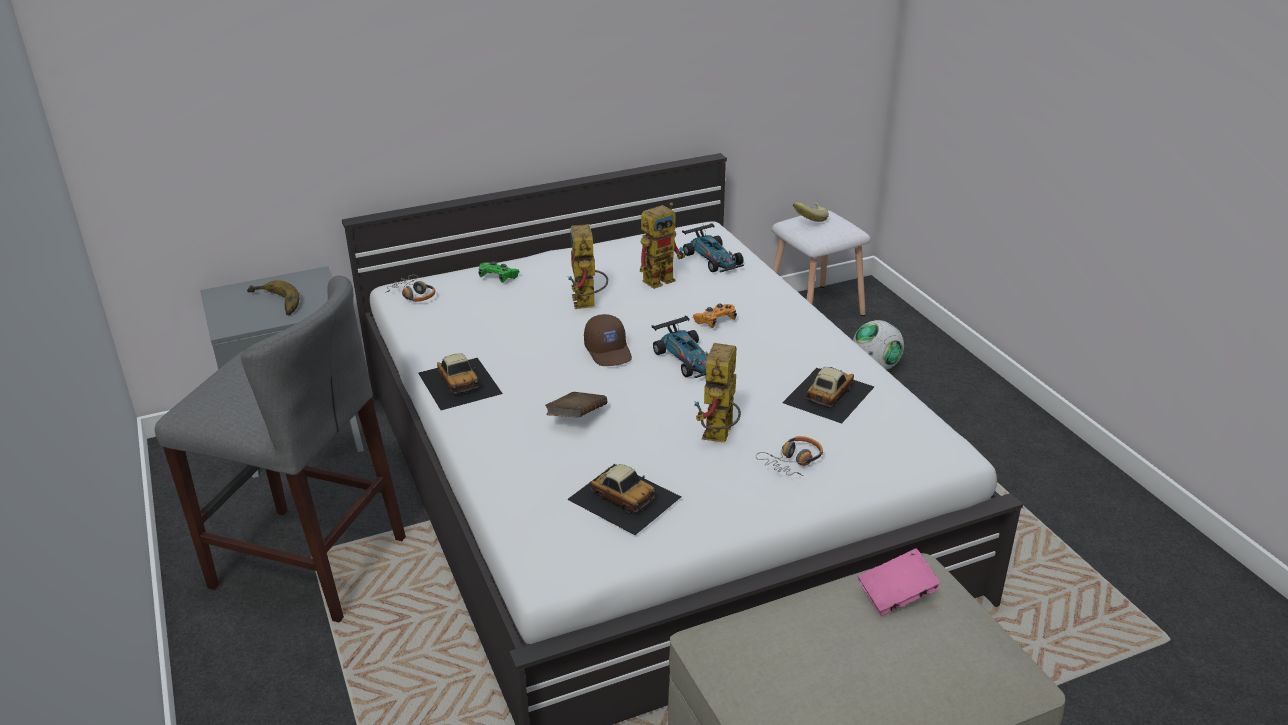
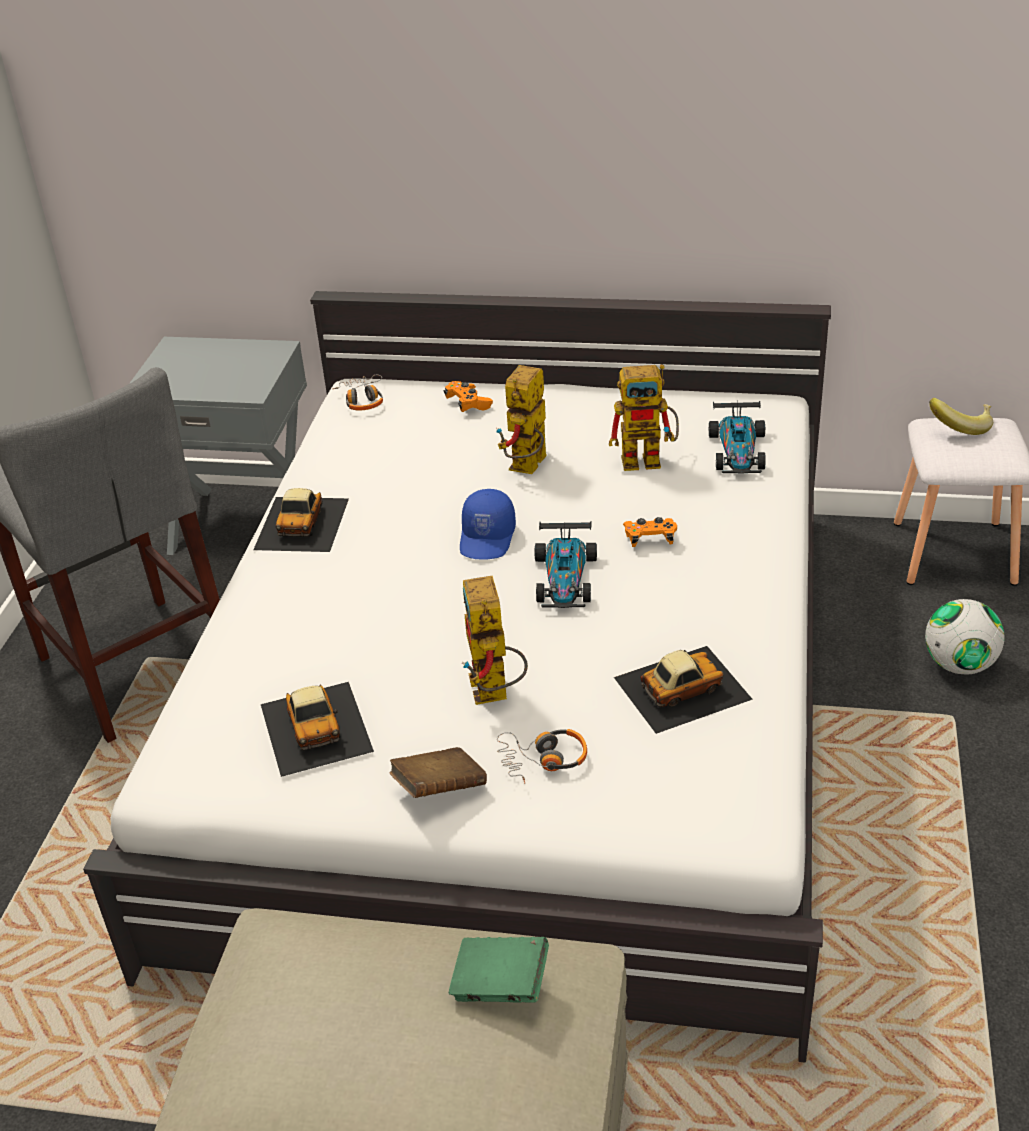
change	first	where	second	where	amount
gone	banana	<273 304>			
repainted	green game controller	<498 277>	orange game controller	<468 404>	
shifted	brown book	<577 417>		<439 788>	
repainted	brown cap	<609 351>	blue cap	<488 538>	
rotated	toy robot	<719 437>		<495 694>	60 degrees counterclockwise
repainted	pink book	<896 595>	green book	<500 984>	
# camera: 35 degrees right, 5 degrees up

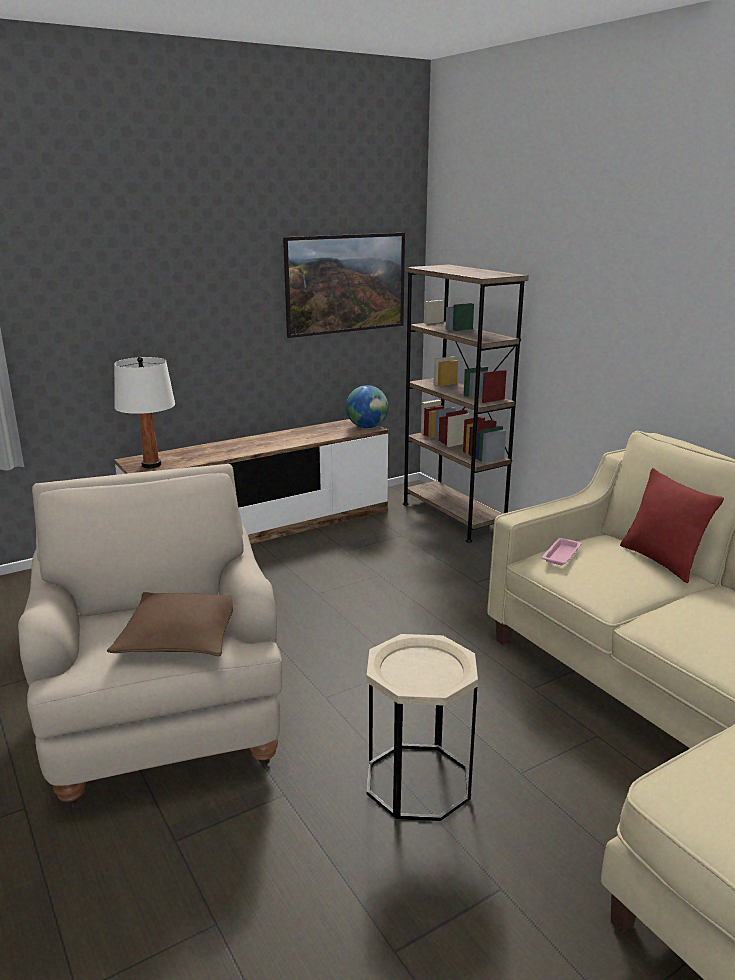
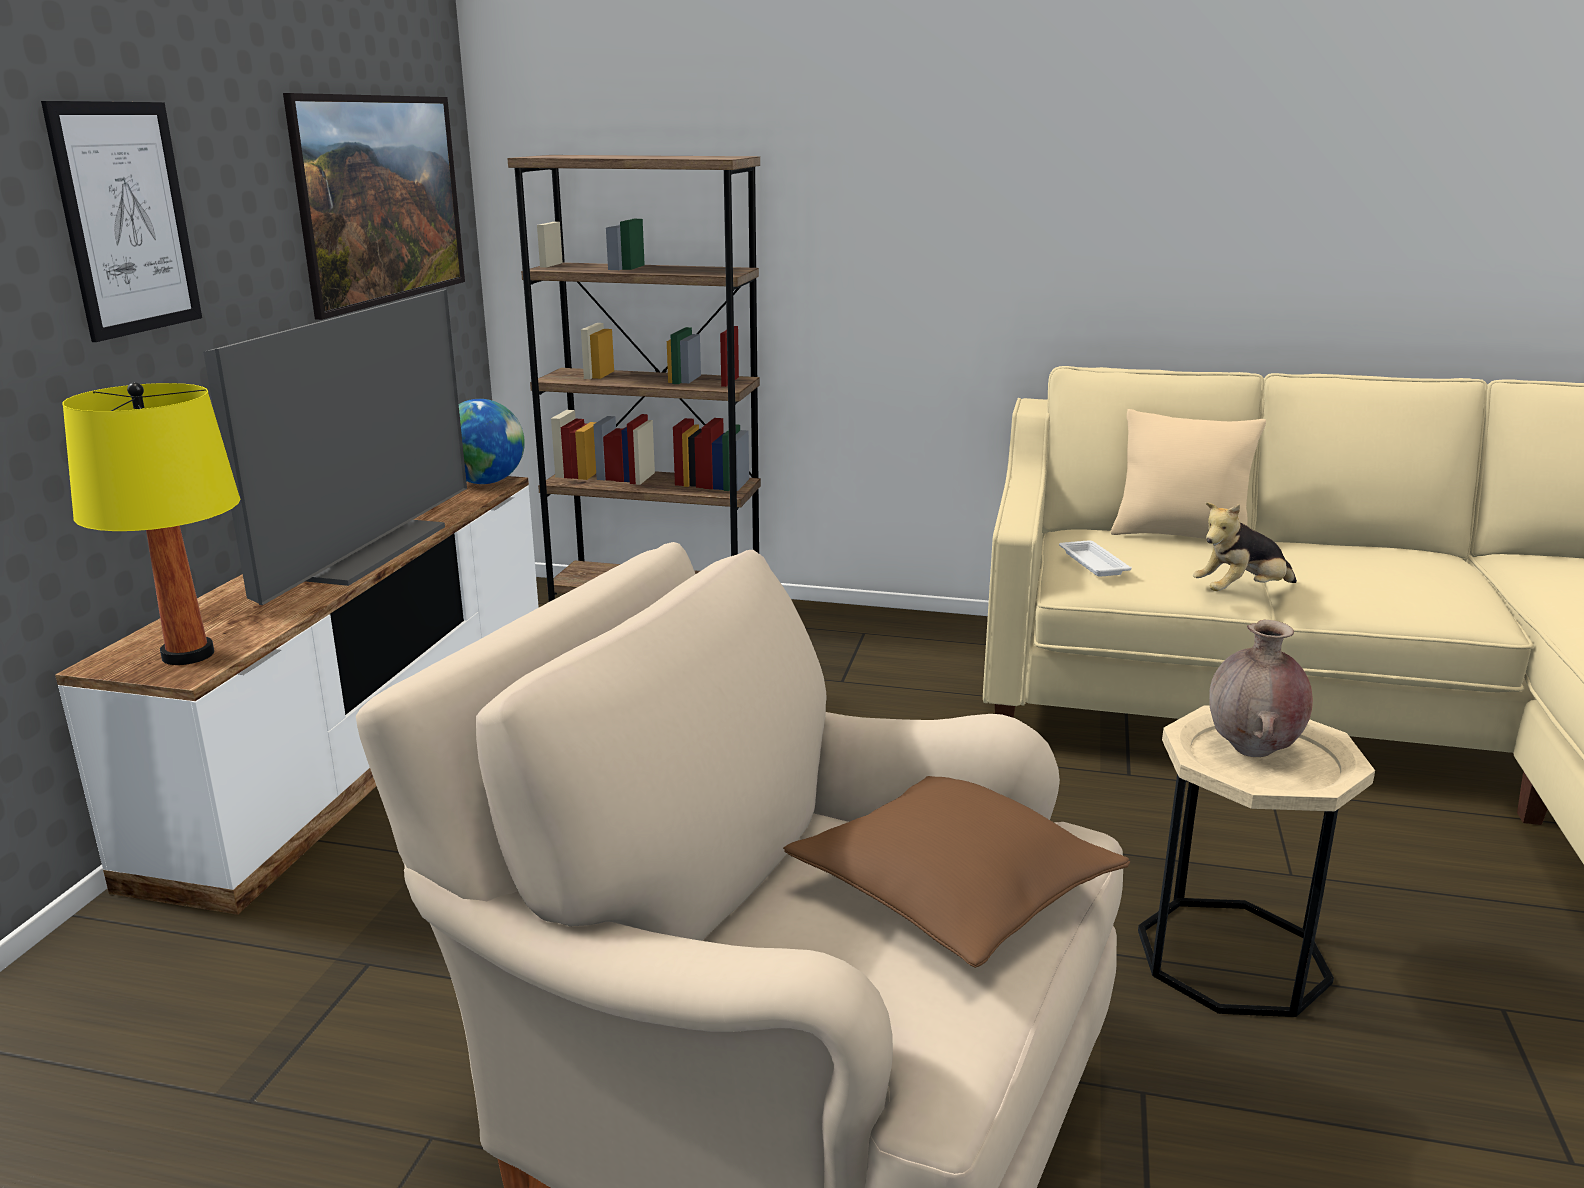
change	first	where	second	where	amount
repainted	white table lamp	<151 465>	yellow table lamp	<188 655>	
repainted	pink tray	<561 554>	white tray	<1092 563>	
repainted	red pillow	<661 561>	beige pillow	<1179 536>	
new			picture	<126 219>	
new			television	<362 550>	
new			plush toy	<1241 592>	
new			brown vase	<1252 751>	
# camera: 45 degrees left, 0 degrees up

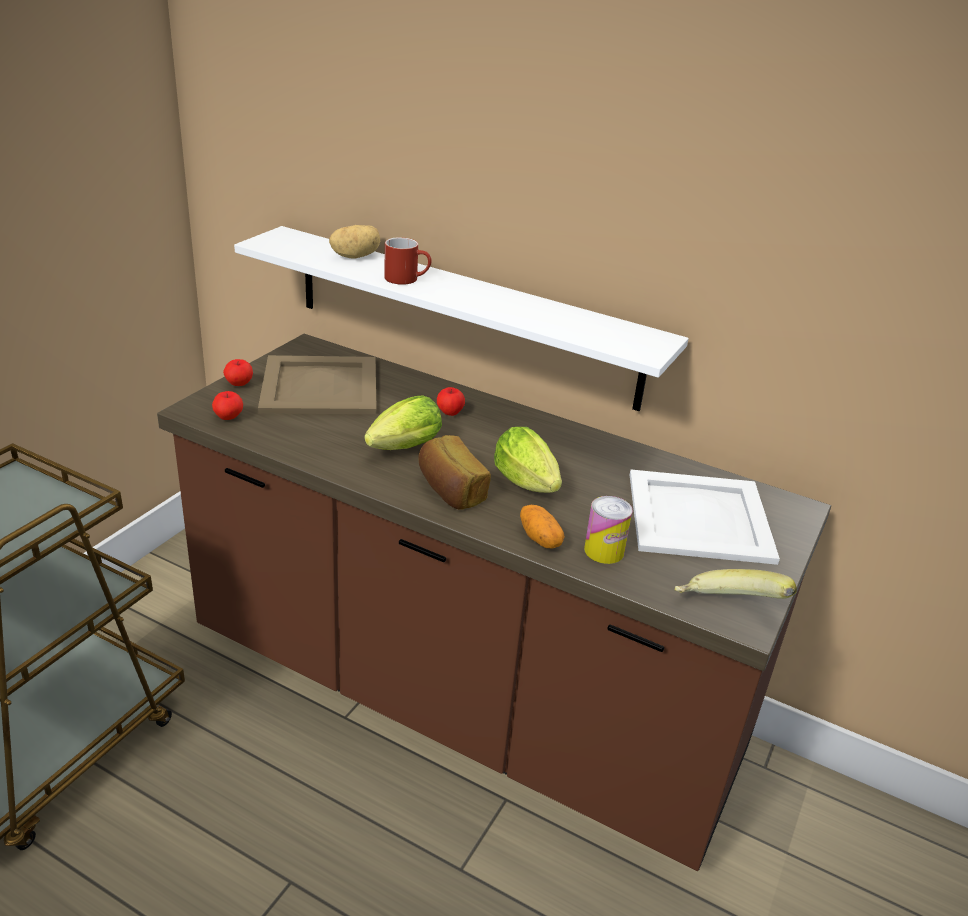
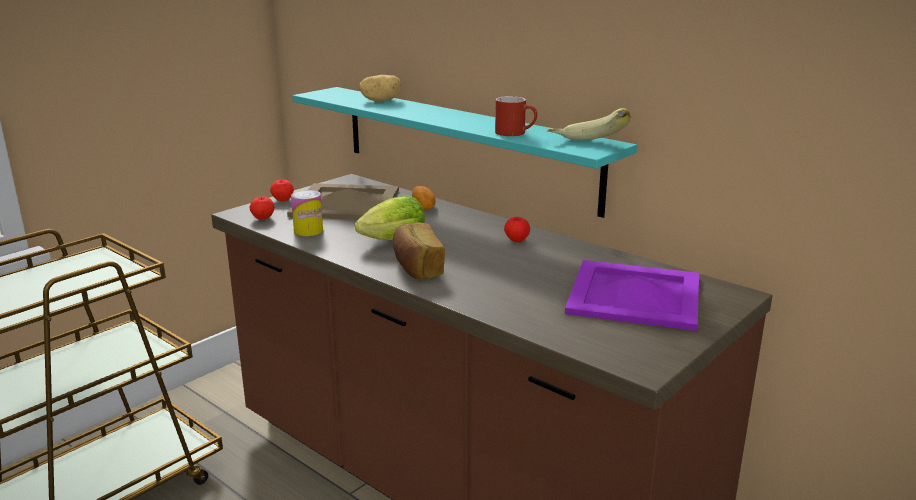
change	first	where	second	where	amount
repainted	white shelf	<463 316>	turquoise shelf	<464 146>	
shifted	red mug	<407 279>		<516 133>	
shifted	apple	<449 412>		<516 240>	
gone	lettuce	<529 486>			
shifted	potato	<540 538>		<423 207>	
shifted	can	<604 551>		<308 230>	
repainted	white tray	<697 516>	purple tray	<633 294>	
shifted	banana	<727 610>		<586 145>	
# camera: 15 degrees right, 10 degrees down

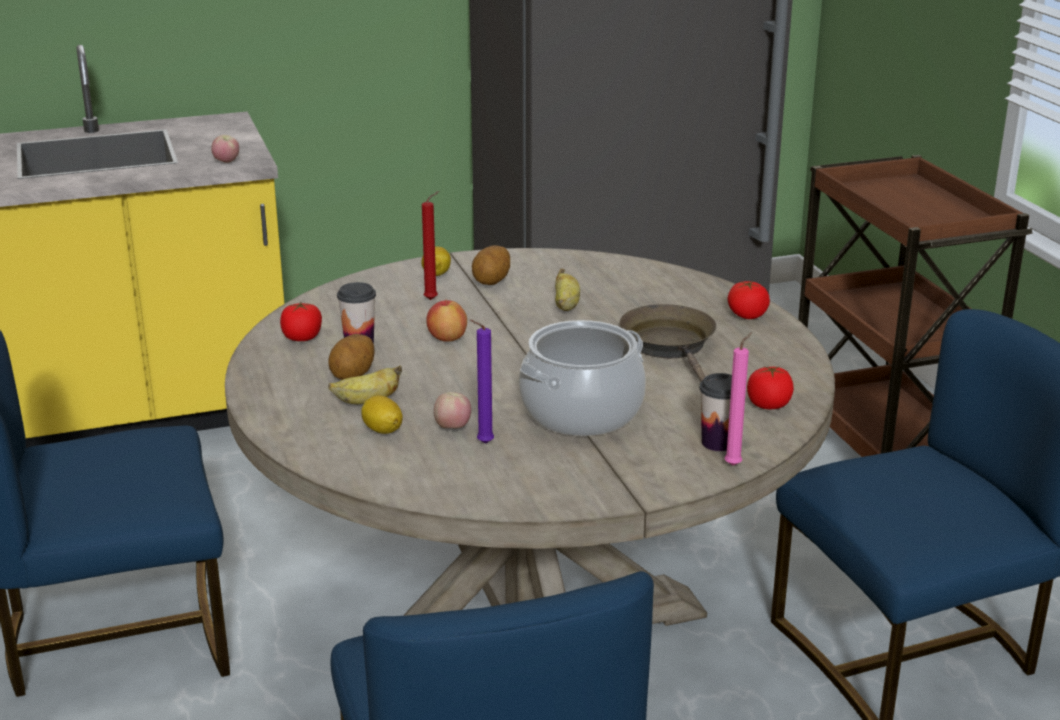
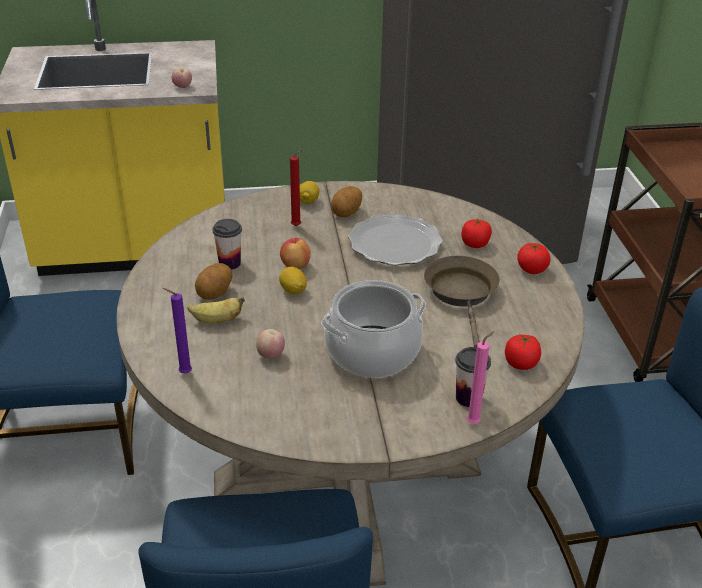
change	first	where	second	where	amount
shifted	tomato	<302 337>		<475 244>	
shifted	lemon	<382 430>		<293 290>	
shifted	purple candle	<482 443>		<183 373>	
swapped	banana	<566 306>	plate	<394 243>	
# camera: 10 degrees right, 10 degrees up

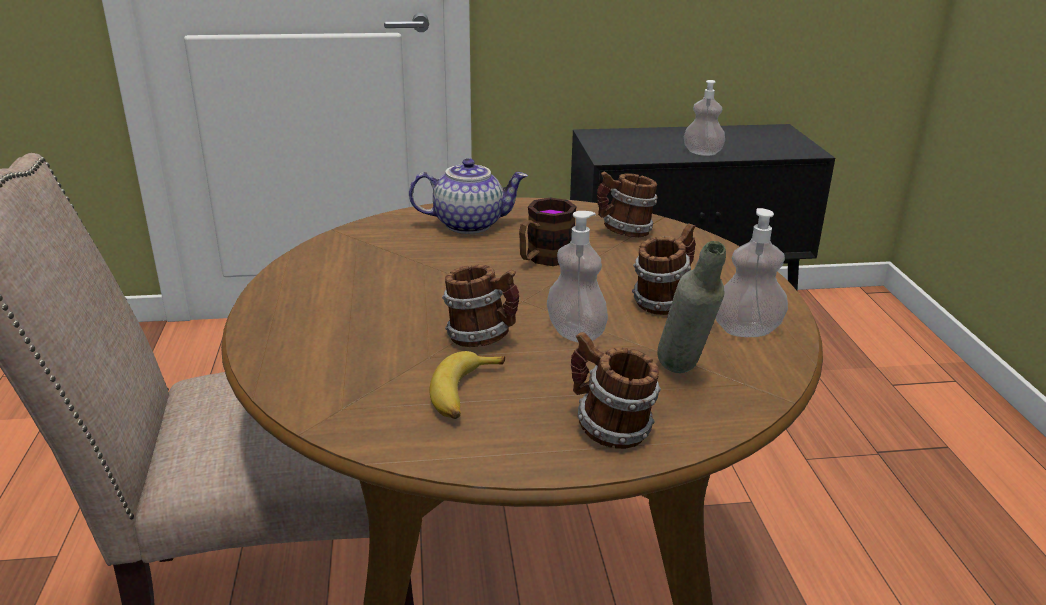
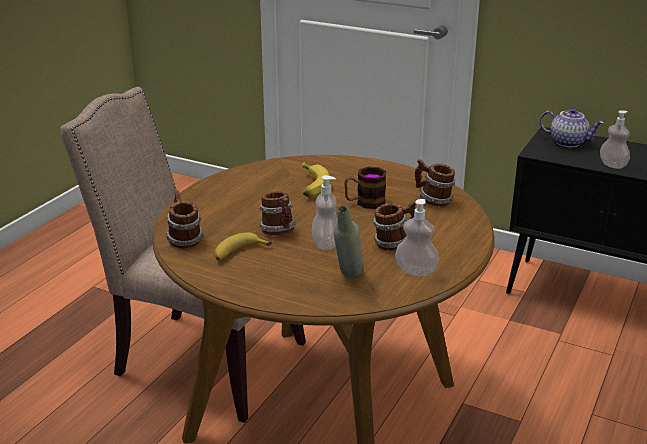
change	first	where	second	where	amount
shifted	teapot	<469 224>		<568 142>	
shifted	mug	<609 429>		<184 240>	
new			banana	<310 186>	
# camera: 35 degrees right, 0 degrees up

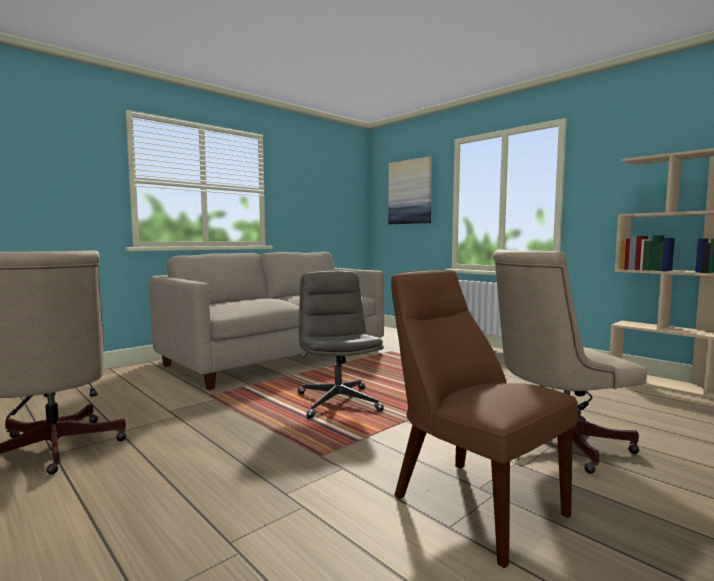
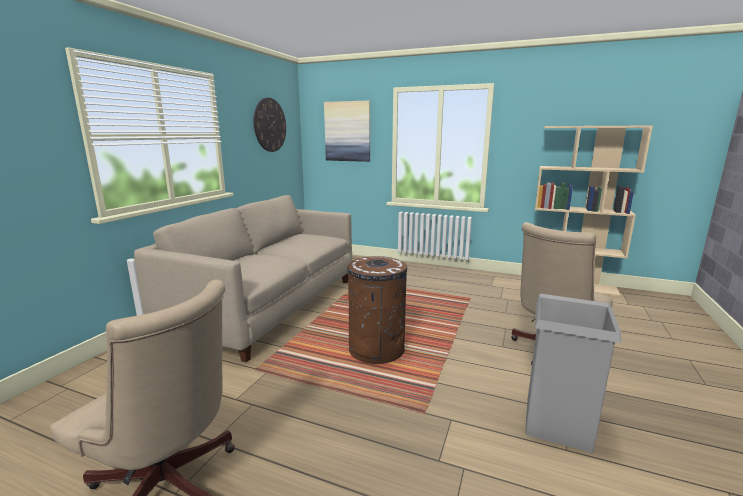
change	first	where	second	where	amount
swapped	grey office chair	<337 402>	brown trash can	<376 349>	
swapped	brown chair	<471 502>	grey trash can	<557 423>	
new			wall clock	<270 125>	
# camera: 25 degrees left, 10 degrees up

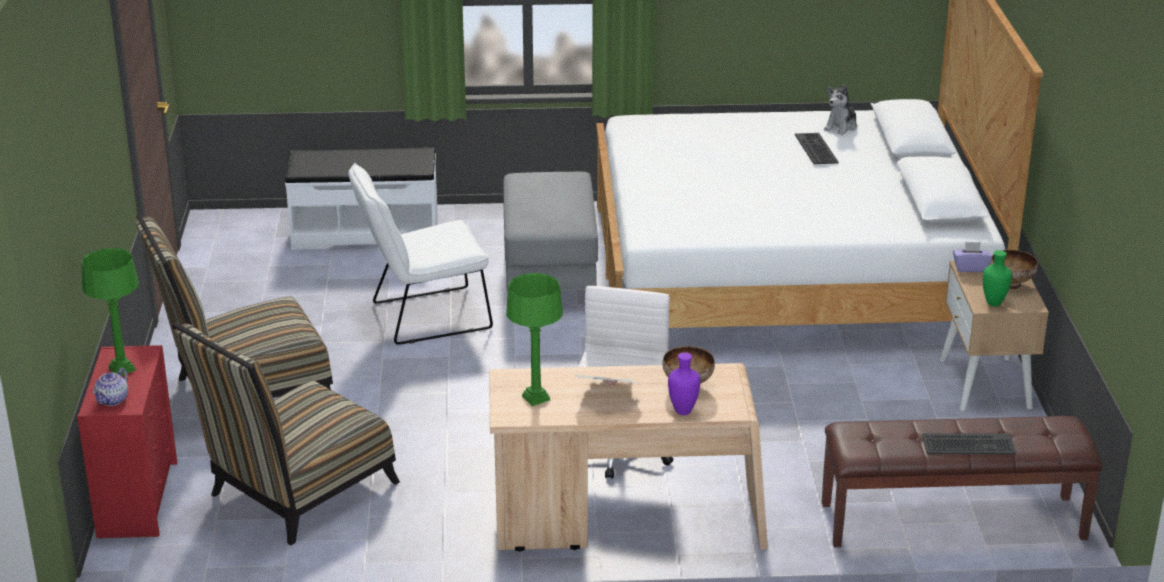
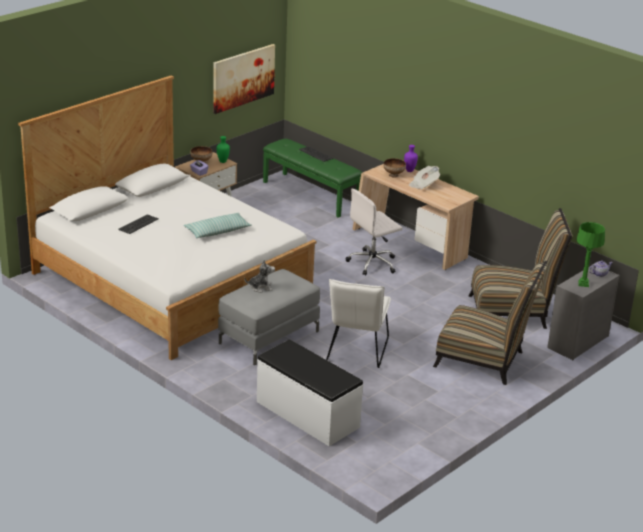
change	first	where	second	where	amount
repainted	red dresser	<138 498>	grey dresser	<577 342>	
rotated	white chair	<422 317>		<356 352>	75 degrees clockwise
gone	green table lamp	<535 398>			
repainted	brown bench	<952 522>	green bench	<311 194>	
shifted	plush toy	<841 127>		<260 287>	
new			pillow	<217 231>	
new			picture	<243 78>	
# camera: 135 degrees left, 0 degrees up

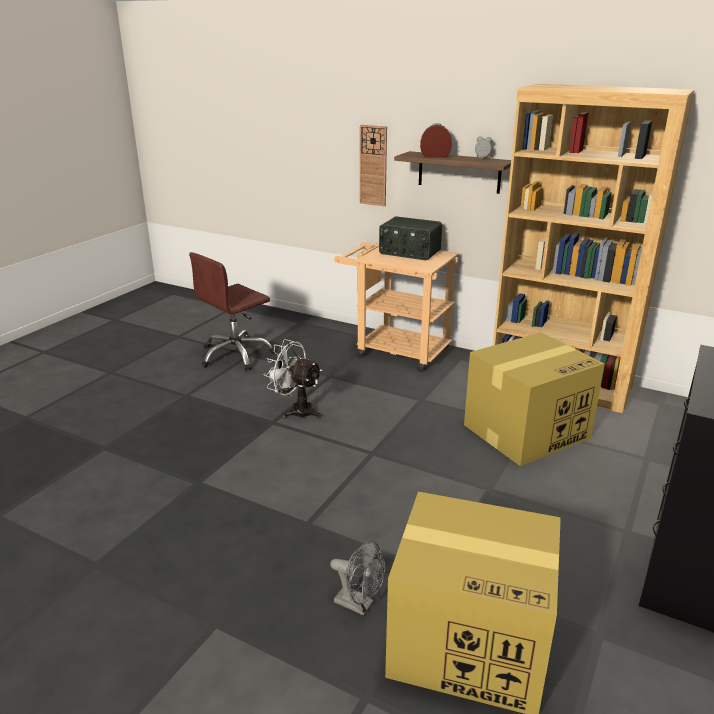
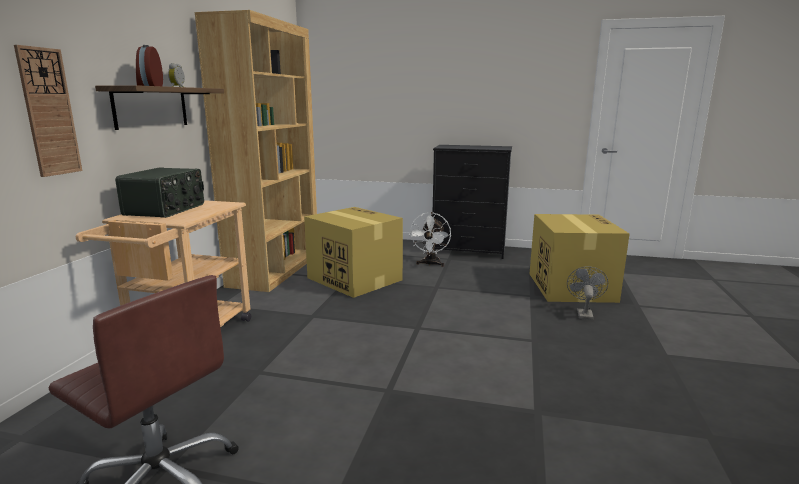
change	first	where	second	where	amount
shifted	white fan	<296 410>		<430 264>	
# camera: 105 degrees left, 10 degrees down

